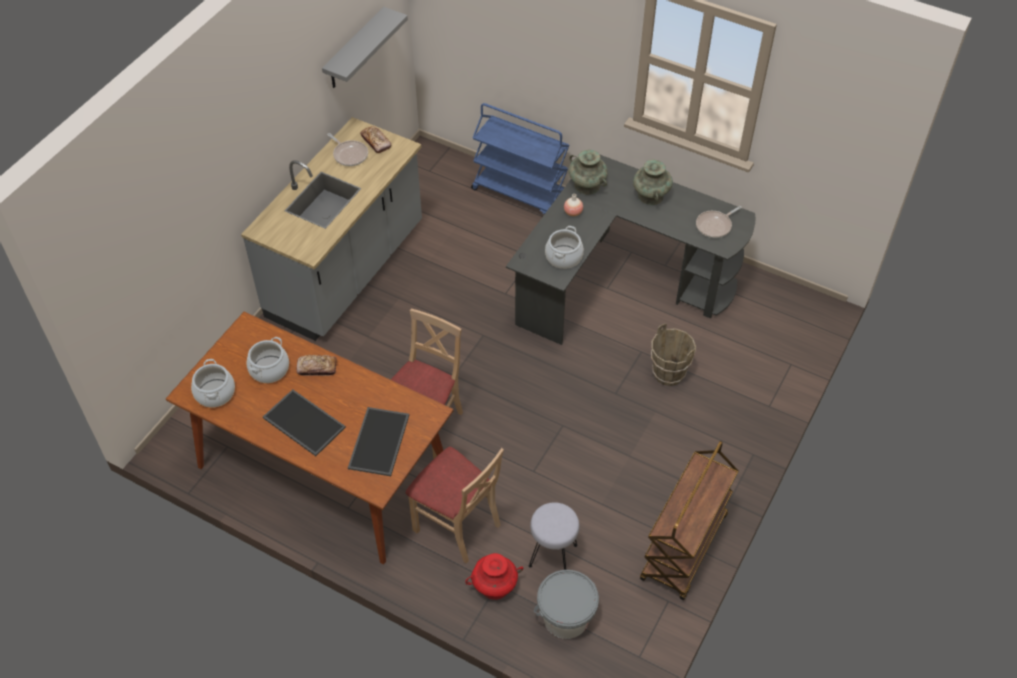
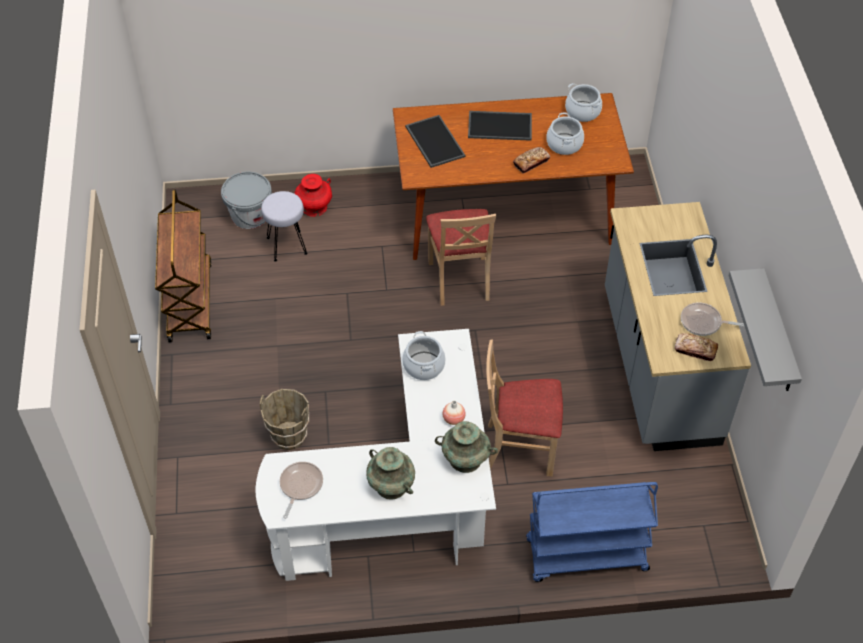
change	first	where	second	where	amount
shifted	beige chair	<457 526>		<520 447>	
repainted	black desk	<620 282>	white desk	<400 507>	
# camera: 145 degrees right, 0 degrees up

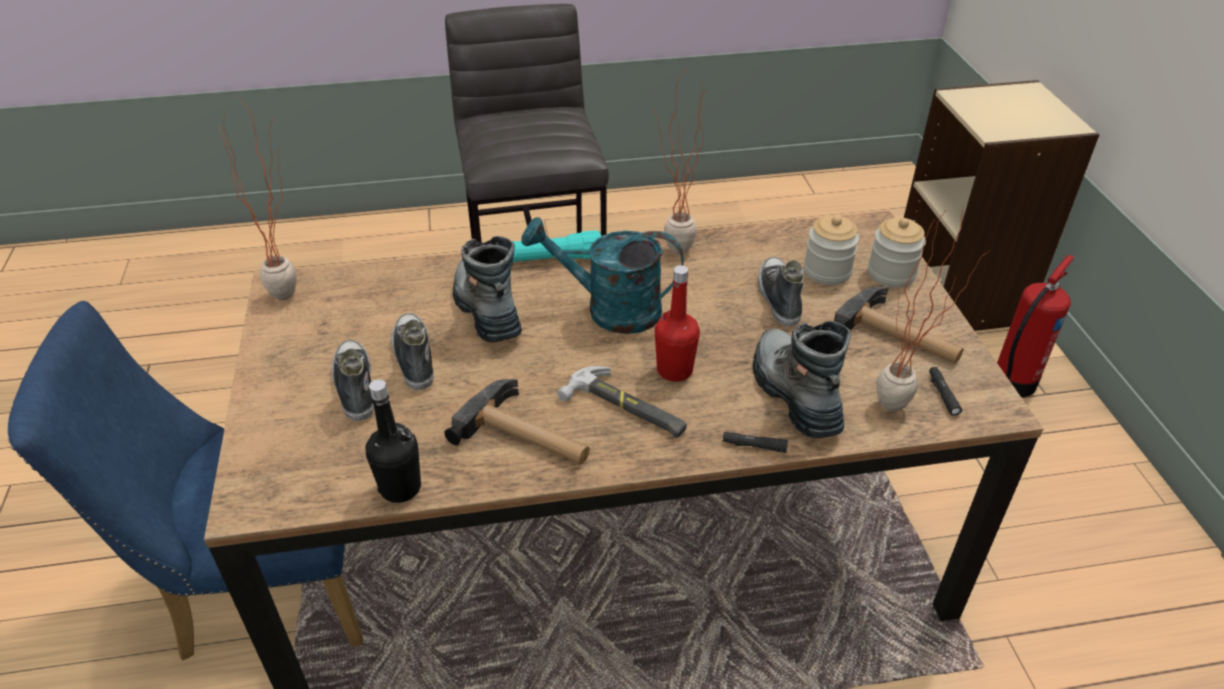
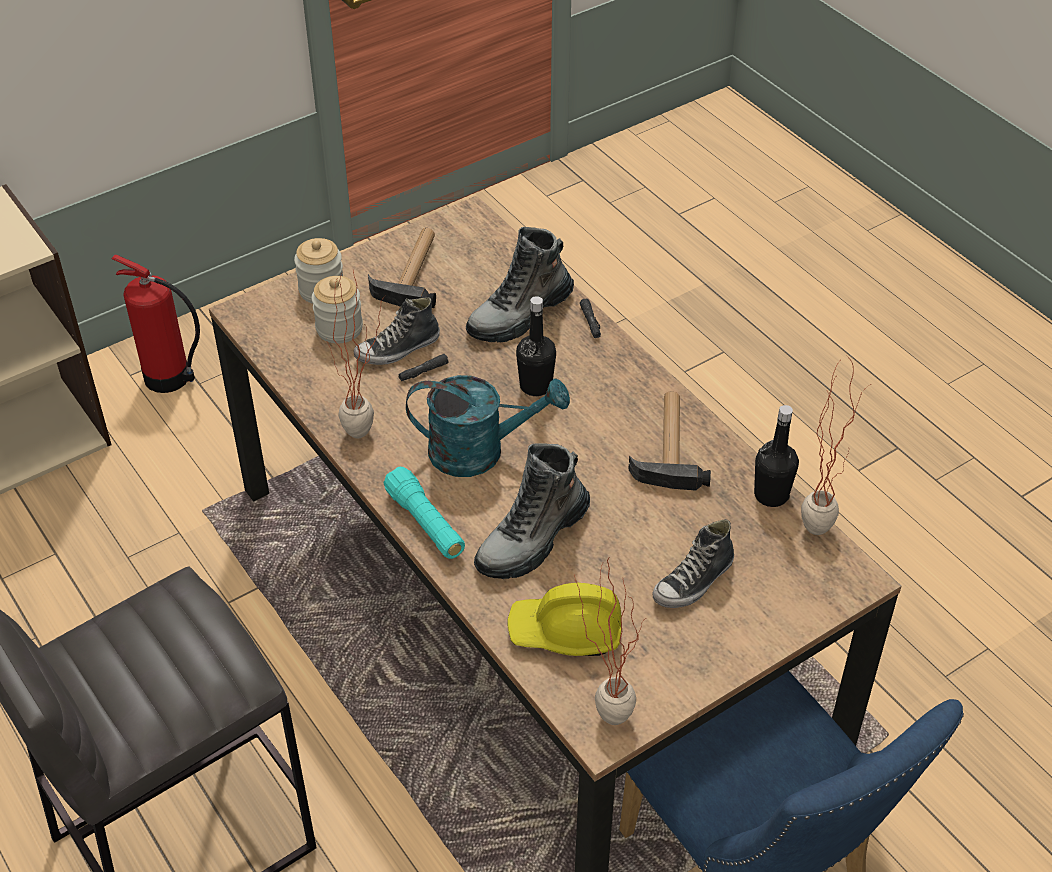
change	first	where	second	where	amount
gone	shoe	<414 358>			
rotated	turquoise watering can	<610 310>		<480 451>	75 degrees counterclockwise
gone	hammer	<626 409>			
repainted	red bottle	<674 370>	black bottle	<536 386>	
shifted	potted plant	<901 413>		<819 521>	
shifted	black flashlight	<942 394>		<423 372>	
new			yellow hard hat	<566 631>	
# camera: 115 degrees left, 5 degrees up

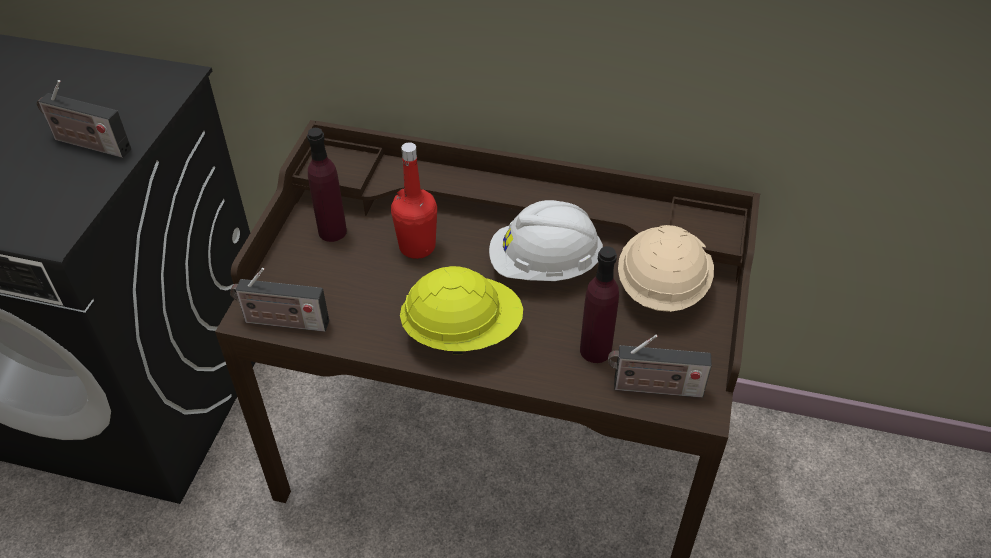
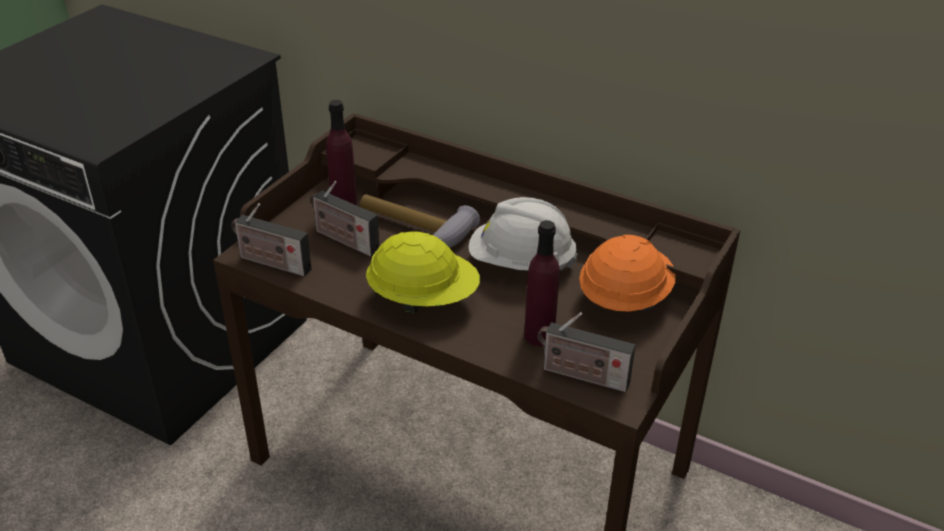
change	first	where	second	where	amount
shifted	radio	<88 144>		<344 240>	
swapped	red bottle	<417 246>	hammer	<412 229>	
repainted	beige hard hat	<661 288>	orange hard hat	<623 299>	
# camera: 15 degrees right, 10 degrees down

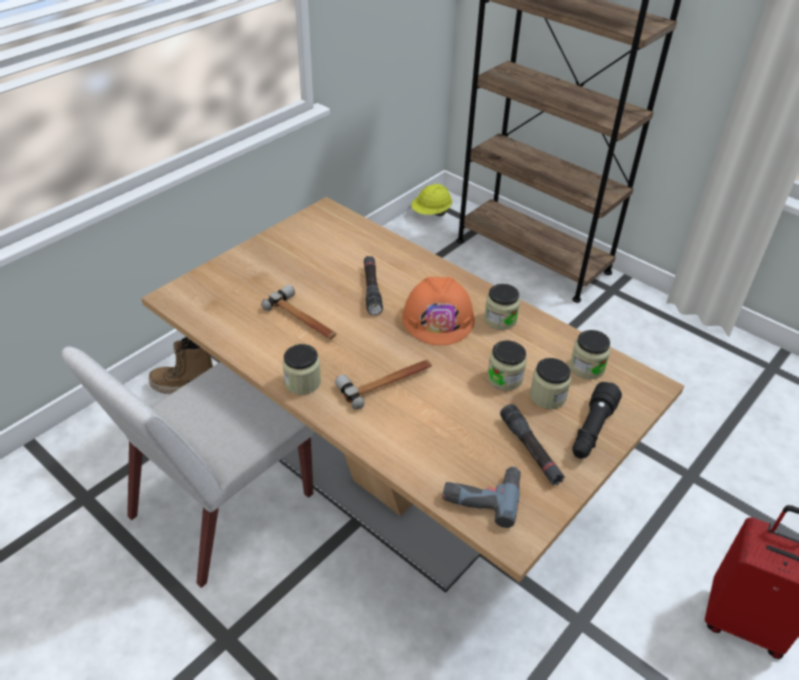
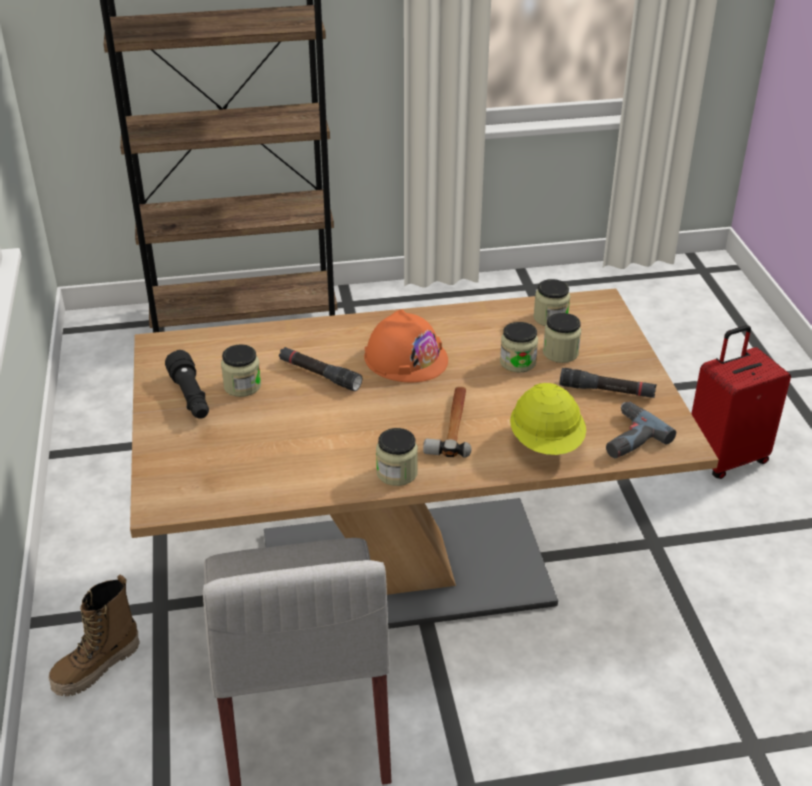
change	first	where	second	where	amount
gone	hammer	<303 319>			
shifted	yellow hard hat	<431 213>		<546 443>	
shifted	jar	<500 319>		<242 386>	
shifted	black flashlight	<592 430>		<191 397>	
# camera: 50 degrees left, 5 degrees down

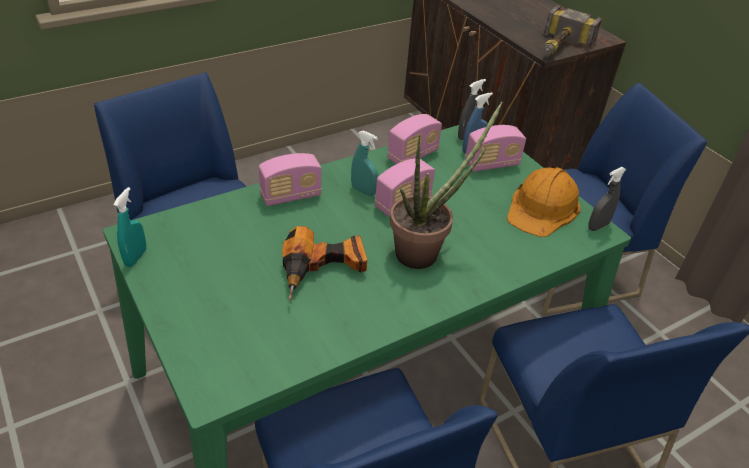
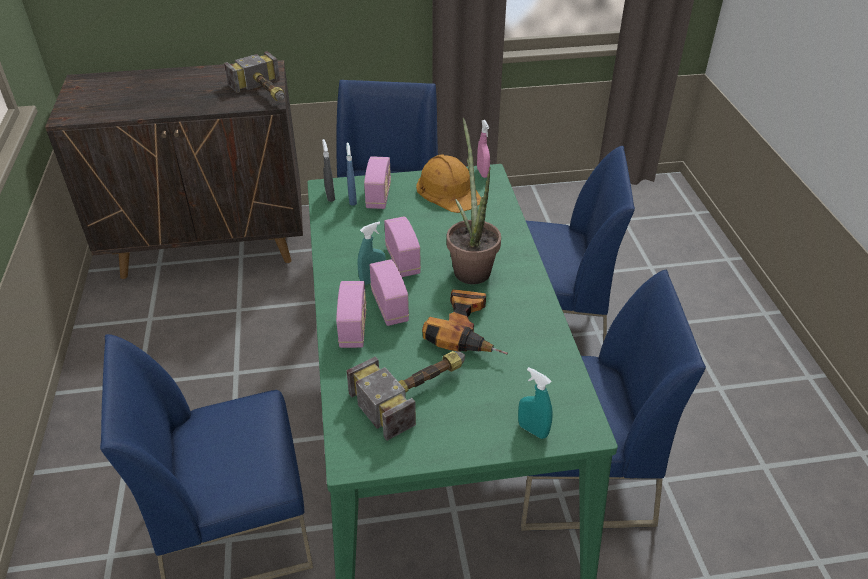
change	first	where	second	where	amount
shifted	turquoise spray bottle	<135 257>		<532 430>	
shifted	radio	<413 155>		<390 307>	
repainted	grey spray bottle	<598 226>	pink spray bottle	<482 173>	
new			hammer	<417 391>	
# camera: 65 degrees left, 0 degrees up

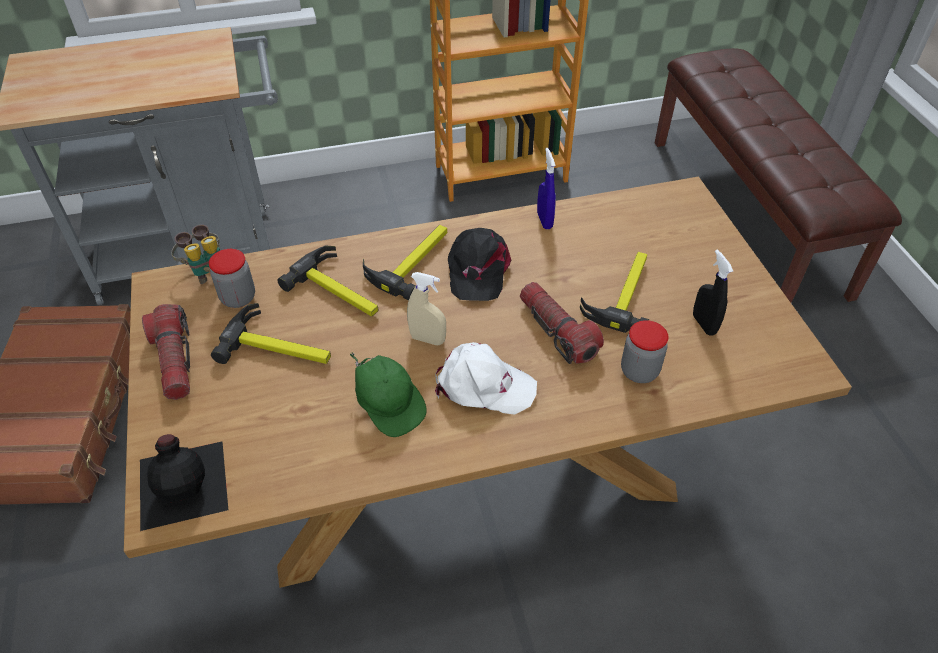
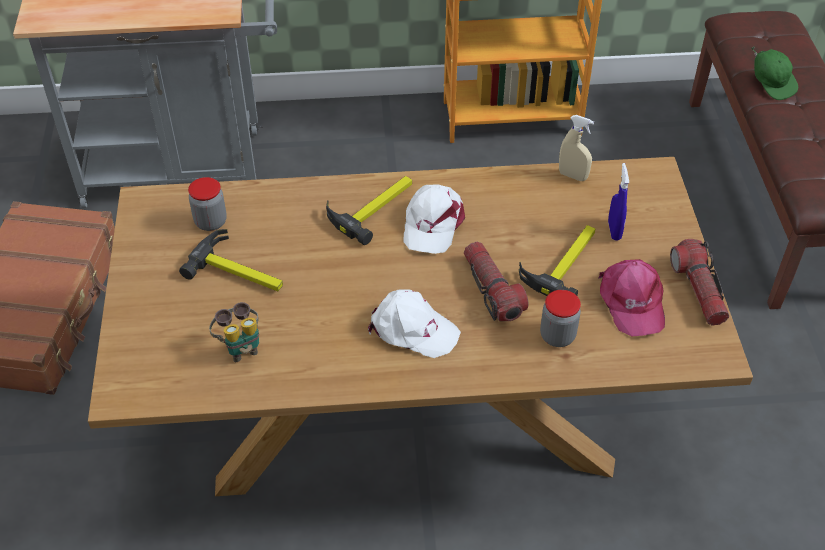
change	first	where	second	where	amount
gone	black bottle	<184 482>			
shifted	flashlight	<174 360>		<699 290>	
shifted	binoculars	<205 271>		<240 346>	
gone	hammer	<339 290>			
shifted	green cap	<389 405>		<771 84>	
shifted	beige spray bottle	<427 339>		<572 176>	
repainted	black cap	<477 270>	white cap	<432 224>	
shifted	blue spray bottle	<544 220>		<614 230>	
swapped	black spray bottle	<704 324>	pink cap	<631 302>	
# camera: 10 degrees right, 0 degrees up

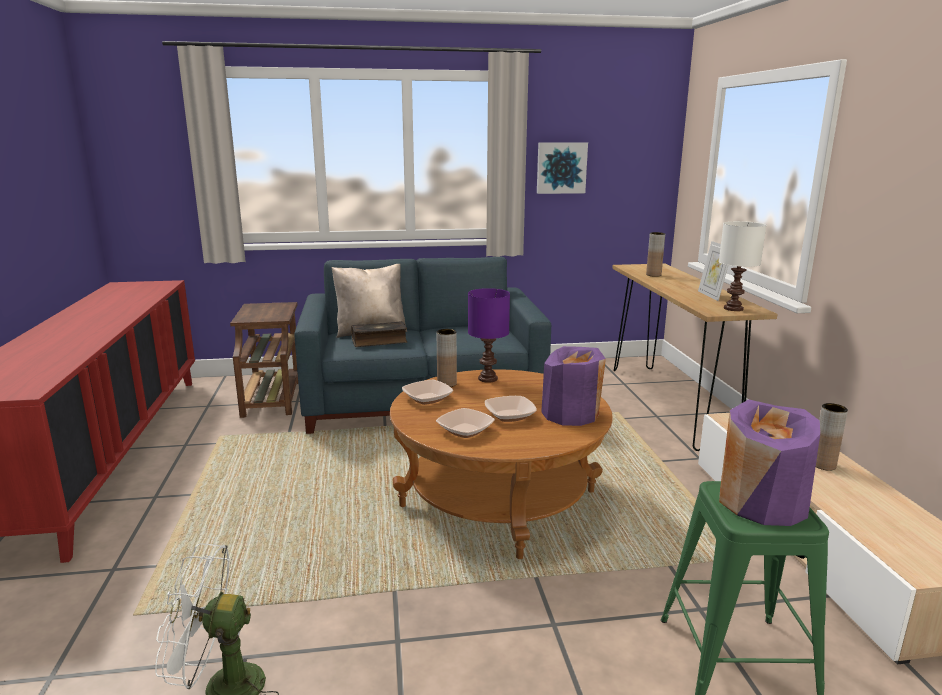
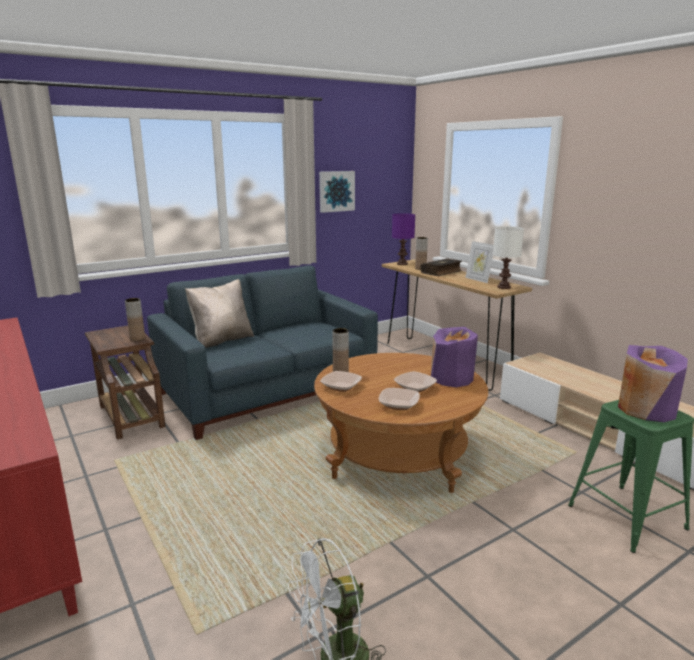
change	first	where	second	where	amount
shifted	book	<379 341>		<441 272>	
shifted	purple table lamp	<487 378>		<401 264>	
shifted	brown vase	<823 465>		<137 339>	
# camera: 25 degrees left, 0 degrees up

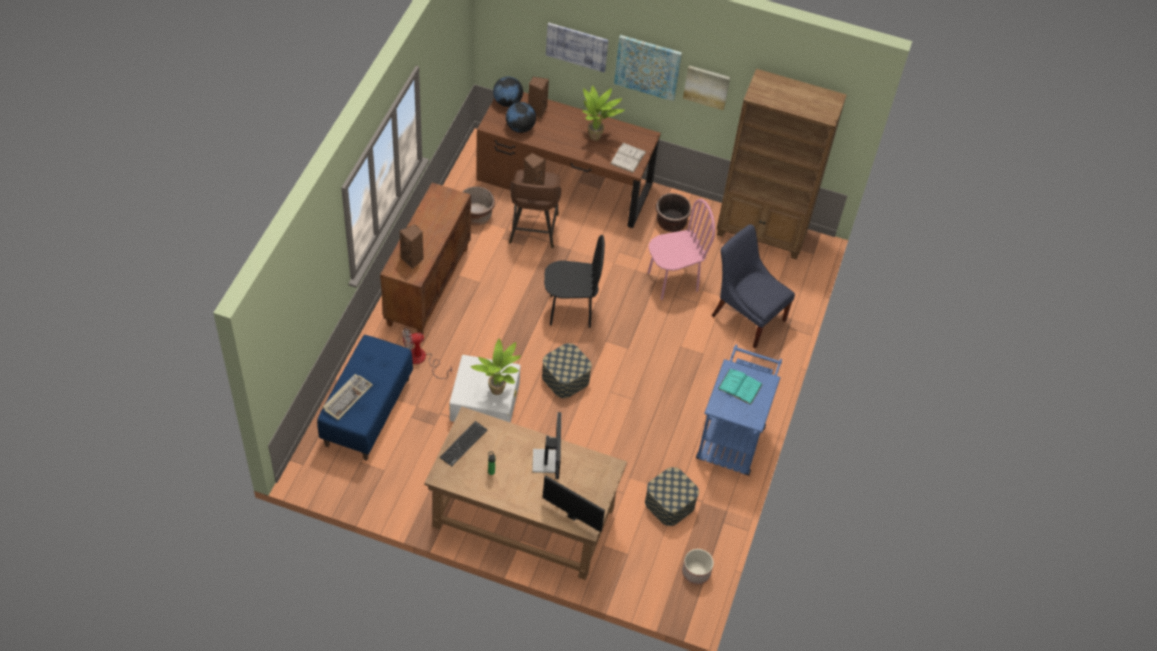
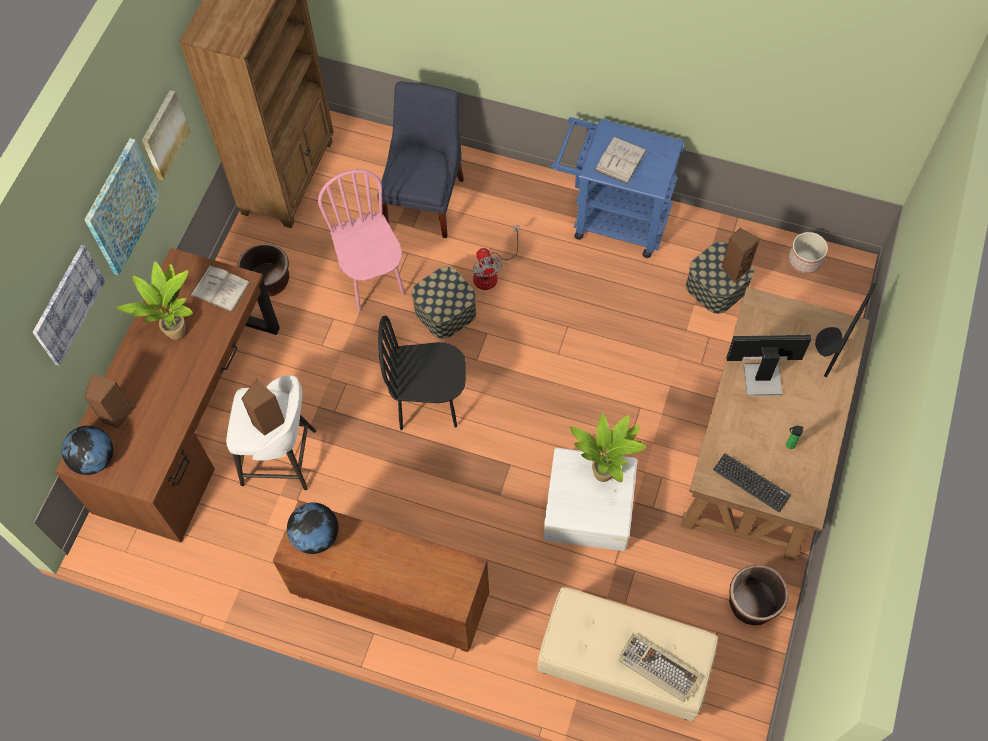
change	first	where	second	where	amount
repainted	blue bench	<367 411>	beige bench	<622 665>	
shifted	brown speaker	<413 260>		<734 269>	
shifted	fan	<422 360>		<491 272>	
shifted	brown planter	<476 215>		<752 603>	
shifted	globe	<520 127>		<316 536>	
repainted	brown stool	<533 230>	white stool	<282 458>	
shifted	storage box	<565 378>		<445 311>	
rotated	black chair	<570 311>		<428 404>	90 degrees counterclockwise
rotated	blue chair	<746 315>		<425 199>	150 degrees clockwise
repainted	turquoise book	<740 386>	white book	<620 160>	
# camera: 85 degrees left, 10 degrees up

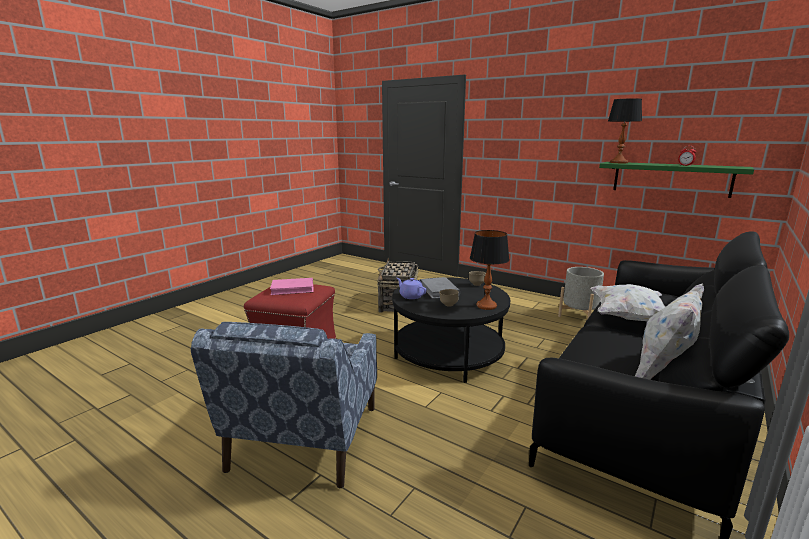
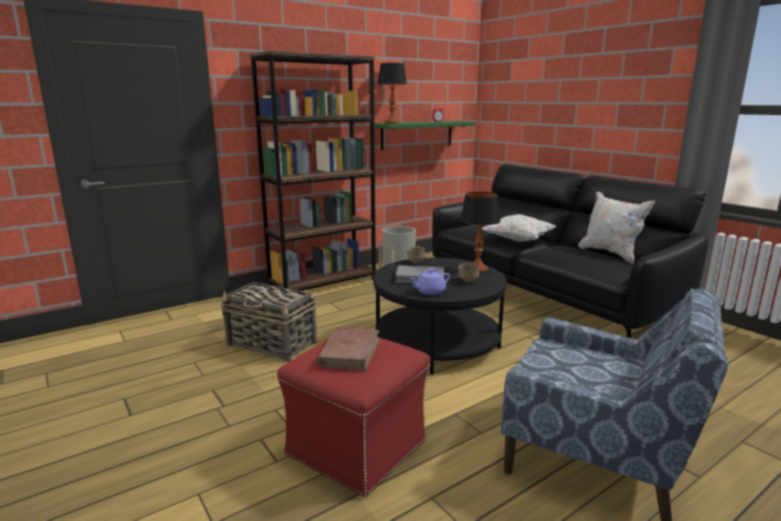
change	first	where	second	where	amount
repainted	pink book	<293 289>	brown book	<350 352>	
new			brown bookcase	<323 283>	
# camera: 70 degrees left, 0 degrees up

